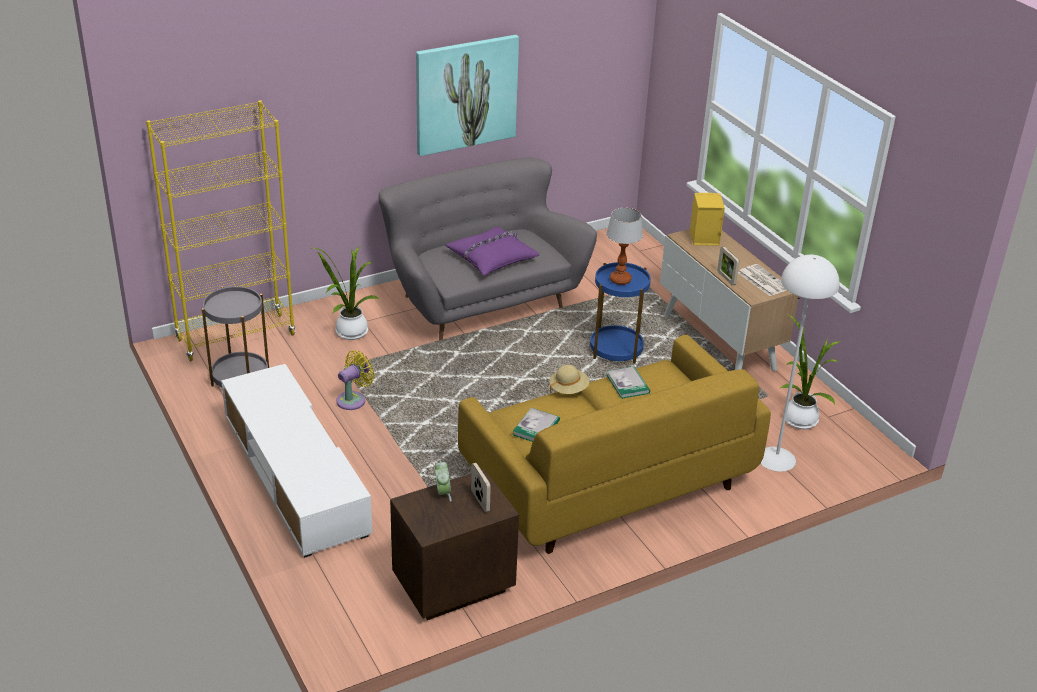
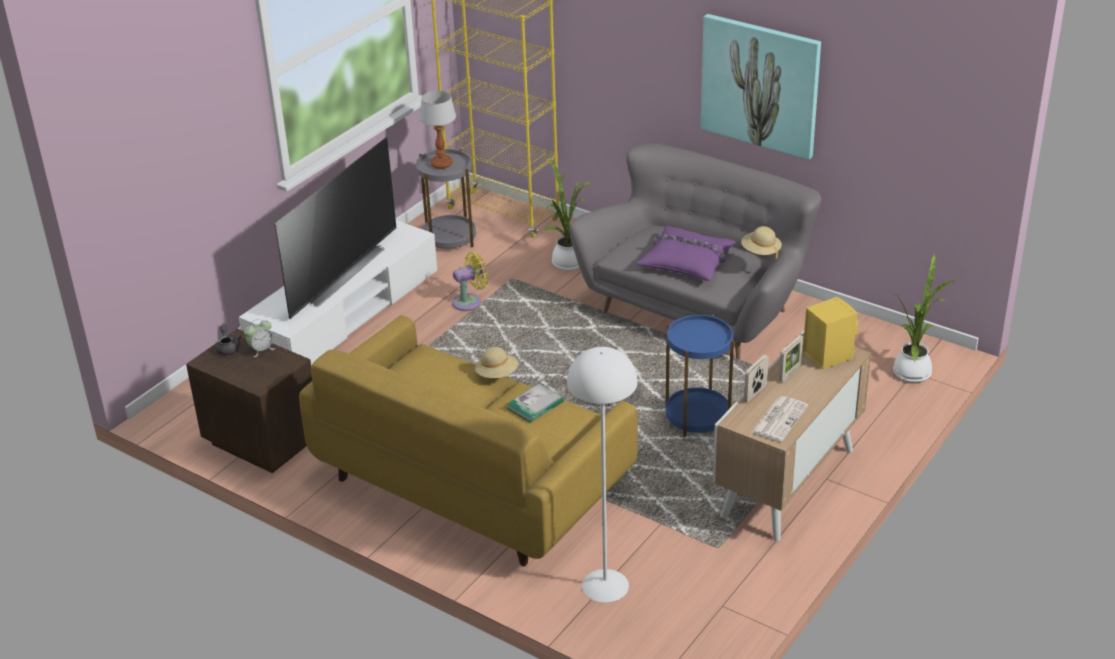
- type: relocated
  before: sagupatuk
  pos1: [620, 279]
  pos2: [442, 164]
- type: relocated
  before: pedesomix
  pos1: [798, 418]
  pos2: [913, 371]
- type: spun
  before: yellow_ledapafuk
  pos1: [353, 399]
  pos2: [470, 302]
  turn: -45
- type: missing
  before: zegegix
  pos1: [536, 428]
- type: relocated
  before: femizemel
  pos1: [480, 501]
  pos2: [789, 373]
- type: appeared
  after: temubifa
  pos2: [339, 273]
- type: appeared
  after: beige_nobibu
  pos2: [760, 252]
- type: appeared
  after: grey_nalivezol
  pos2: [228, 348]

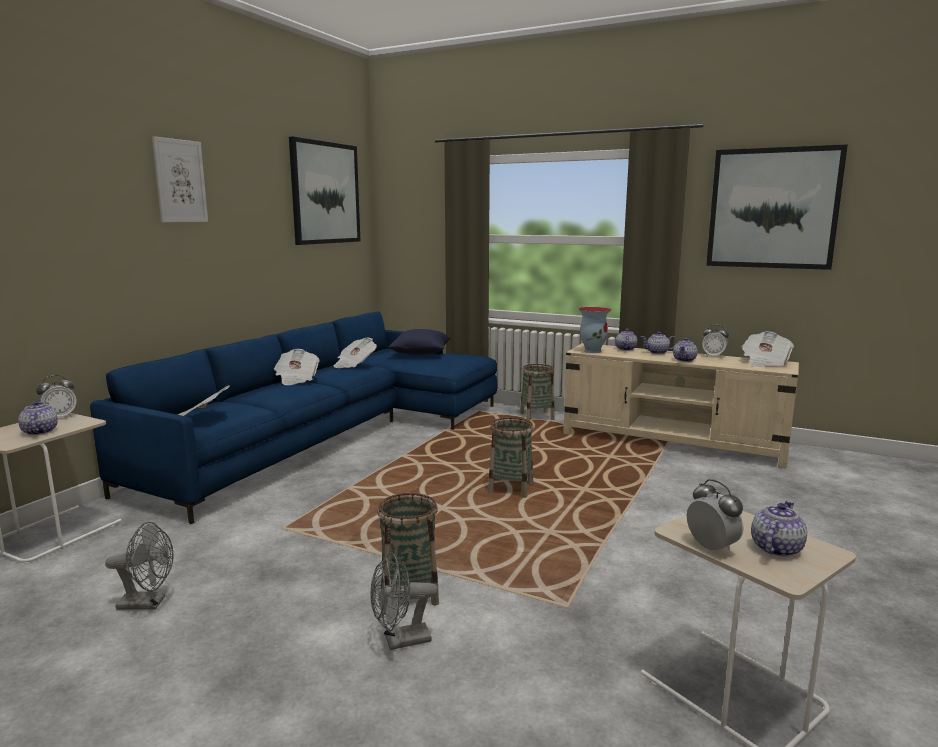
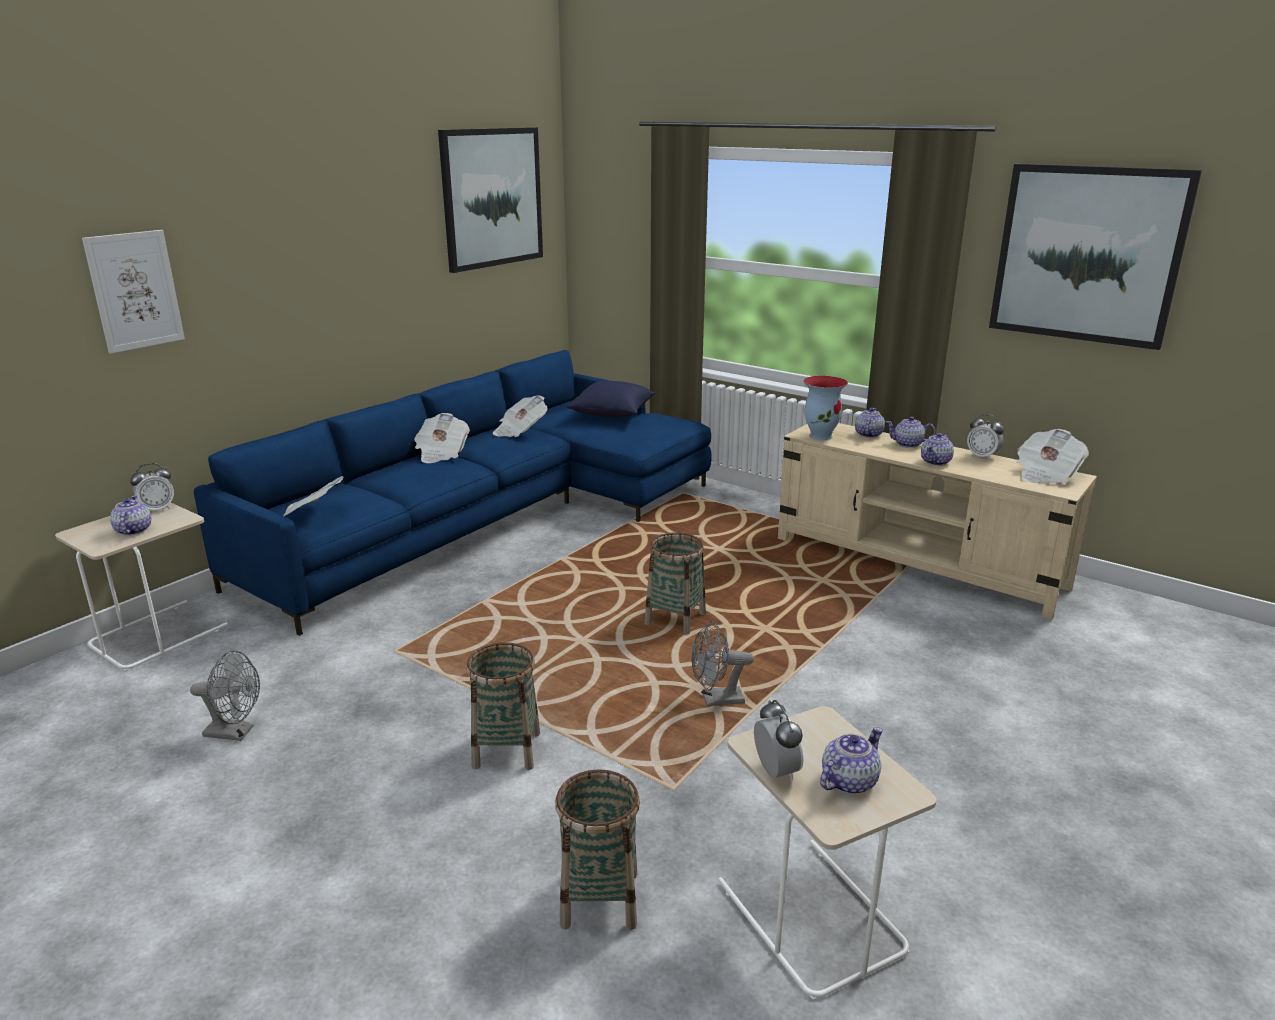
- type: relocated
  before: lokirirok
  pos1: [180, 181]
  pos2: [135, 291]
- type: relocated
  before: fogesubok
  pos1: [536, 416]
  pos2: [599, 899]
- type: relocated
  before: grey_ledapafuk
  pos1: [400, 641]
  pos2: [716, 700]

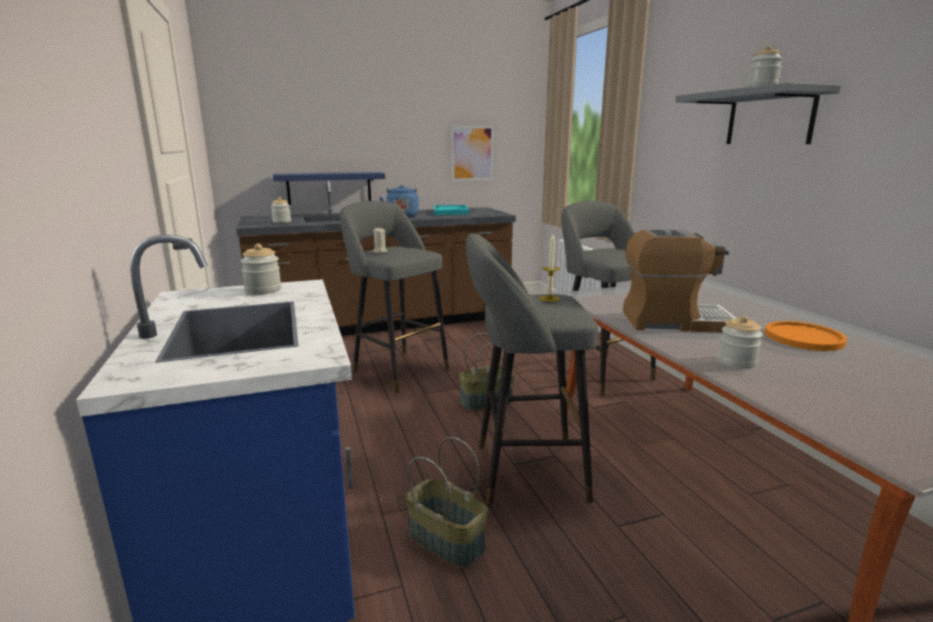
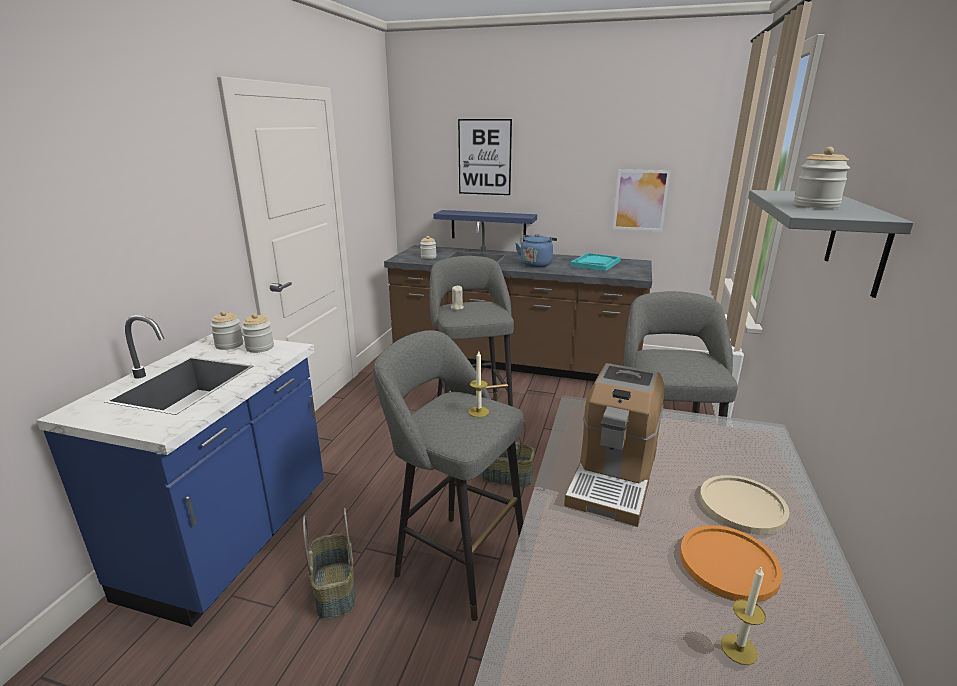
- type: spun
  before: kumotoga
  pos1: [675, 322]
  pos2: [613, 478]
  turn: 75
- type: relocated
  before: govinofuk
  pos1: [736, 362]
  pos2: [229, 345]
- type: appeared
  after: lokirirok
  pos2: [484, 157]
- type: appeared
  after: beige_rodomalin
  pos2: [742, 505]
- type: appeared
  after: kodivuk
  pos2: [738, 649]

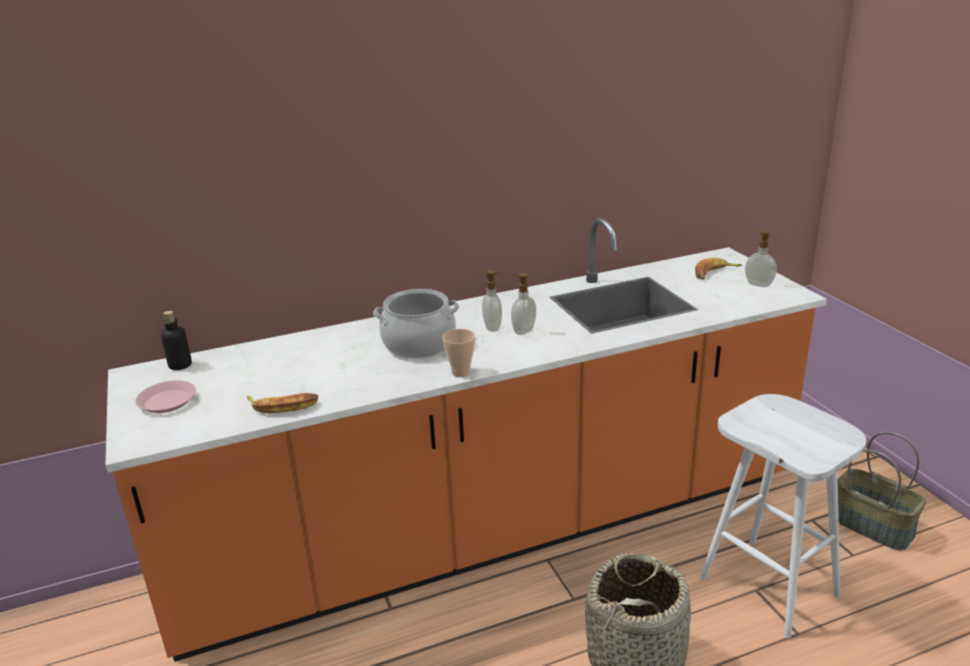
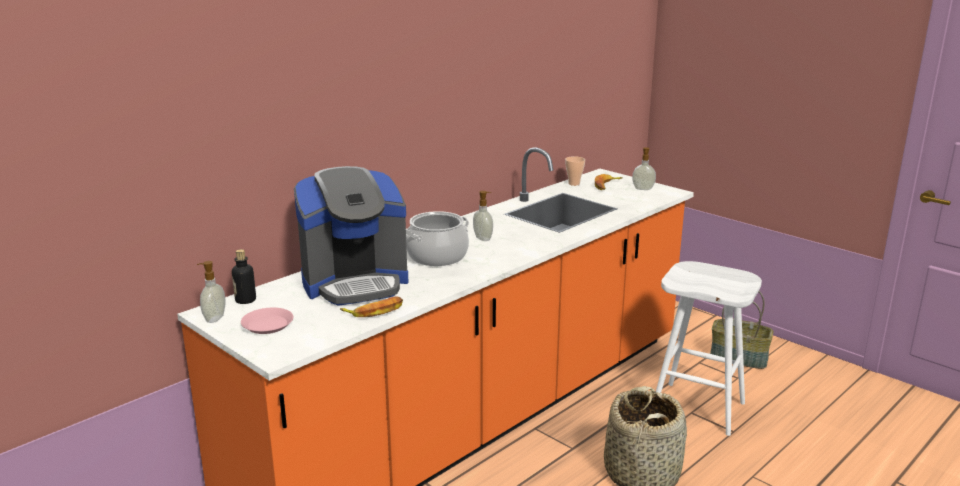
- type: relocated
  before: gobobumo
  pos1: [523, 331]
  pos2: [214, 318]
- type: relocated
  before: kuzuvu
  pos1: [460, 372]
  pos2: [574, 183]
- type: appeared
  after: kumotoga
  pos2: [355, 282]

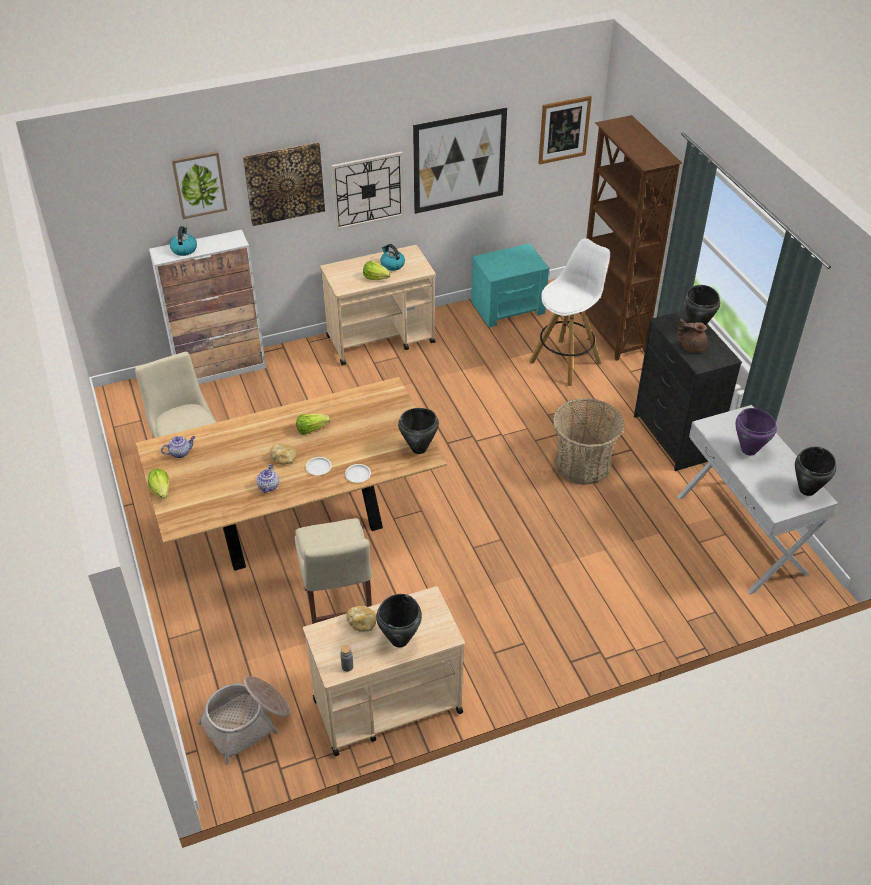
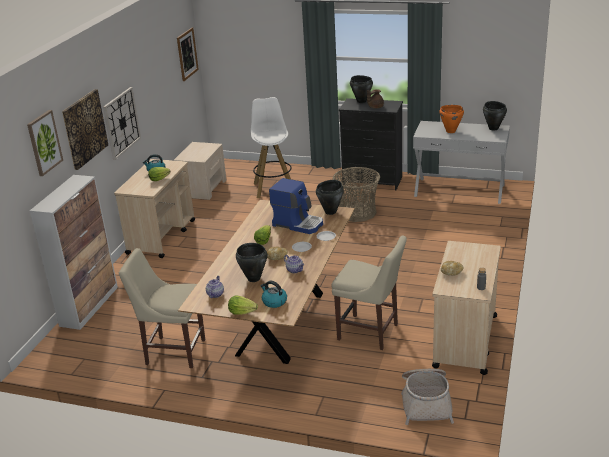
- type: missing
  before: lokirirok
  pos1: [459, 161]
- type: missing
  before: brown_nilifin
  pos1: [611, 332]
- type: relocated
  before: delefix
  pos1: [184, 249]
  pos2: [274, 302]
- type: colour
  before: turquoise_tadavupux
  after: beige_tadavupux
  pos1: [508, 307]
  pos2: [203, 188]
- type: colour
  before: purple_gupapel
  after: orange_gupapel
  pos1: [748, 449]
  pos2: [450, 131]
- type: relocated
  before: black_gupapel
  pos1: [399, 640]
  pos2: [253, 279]
- type: appeared
  after: kumotoga
  pos2: [298, 224]

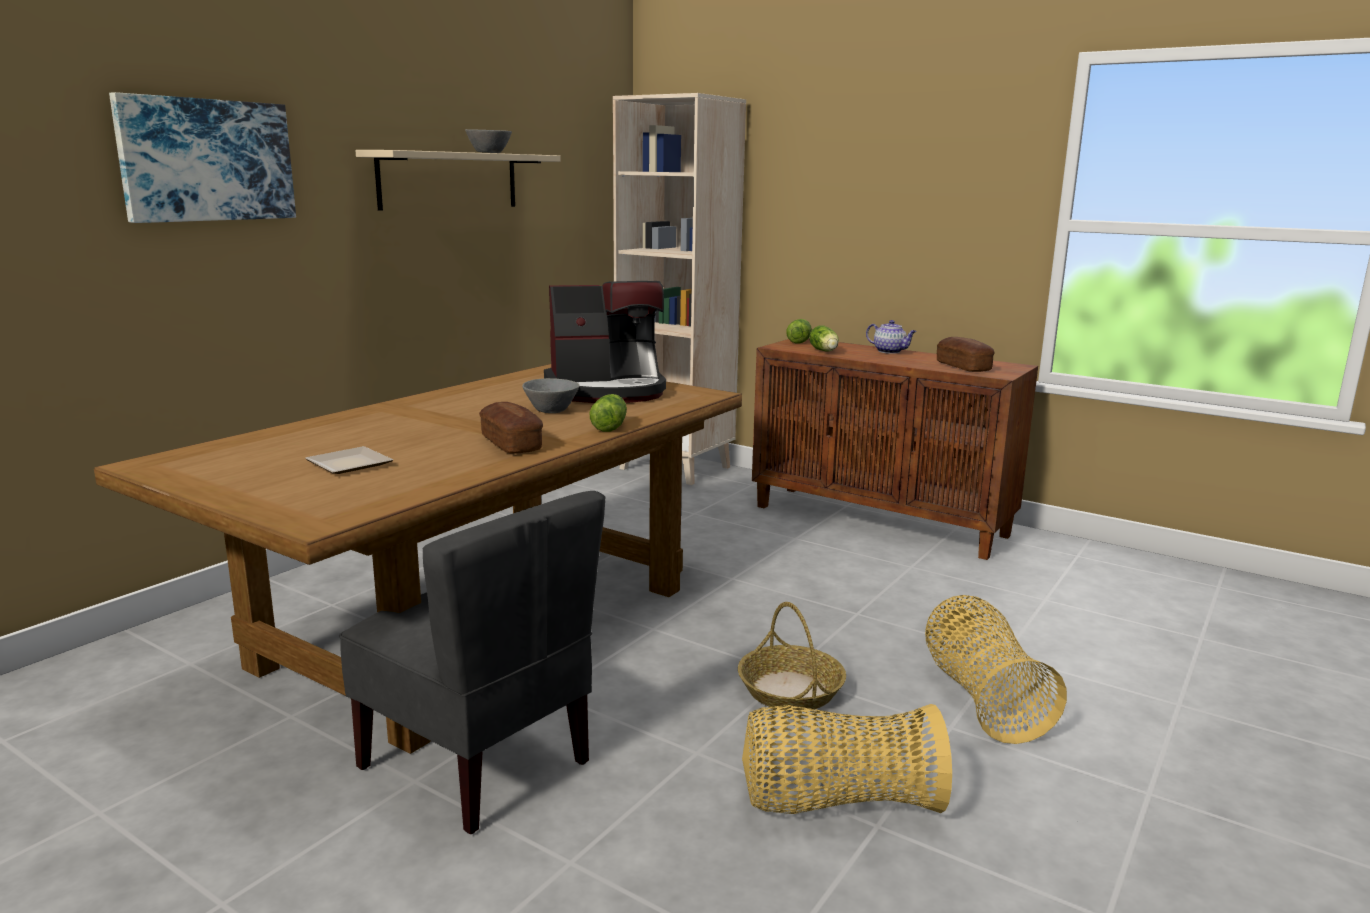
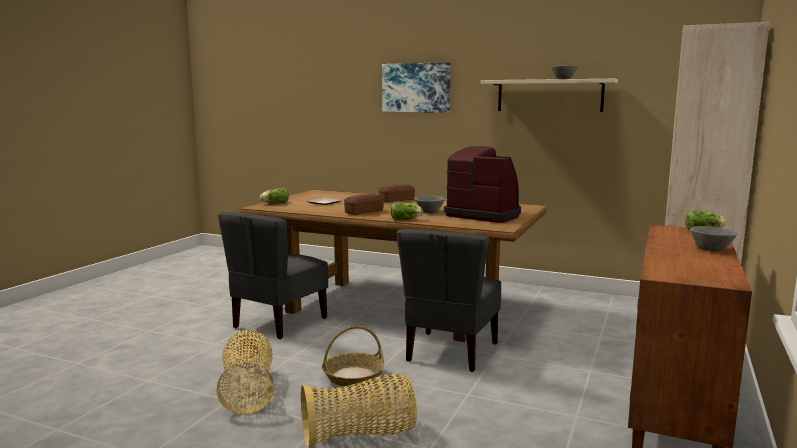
- type: spun
  before: kumotoga
  pos1: [607, 391]
  pos2: [484, 215]
  turn: 150
- type: exchanged
  before: nalivezol
  after: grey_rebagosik
  pos1: [890, 351]
  pos2: [712, 250]
- type: relocated
  before: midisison
  pos1: [824, 351]
  pos2: [274, 203]
- type: relocated
  before: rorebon
  pos1: [963, 367]
  pos2: [396, 200]
- type: appeared
  after: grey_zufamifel
  pos2: [450, 352]

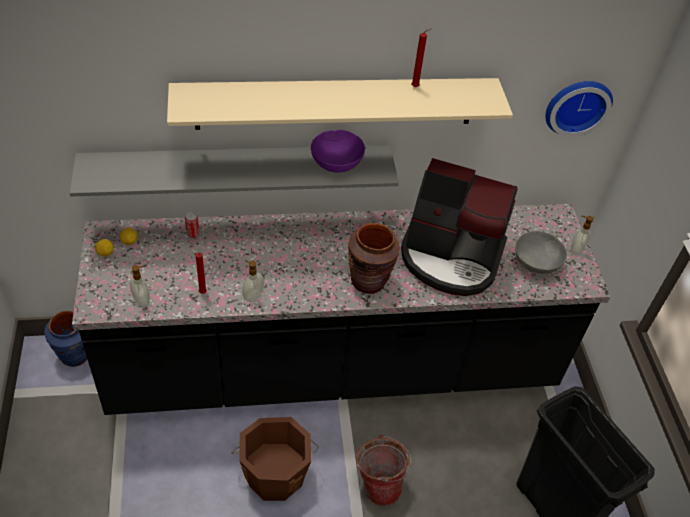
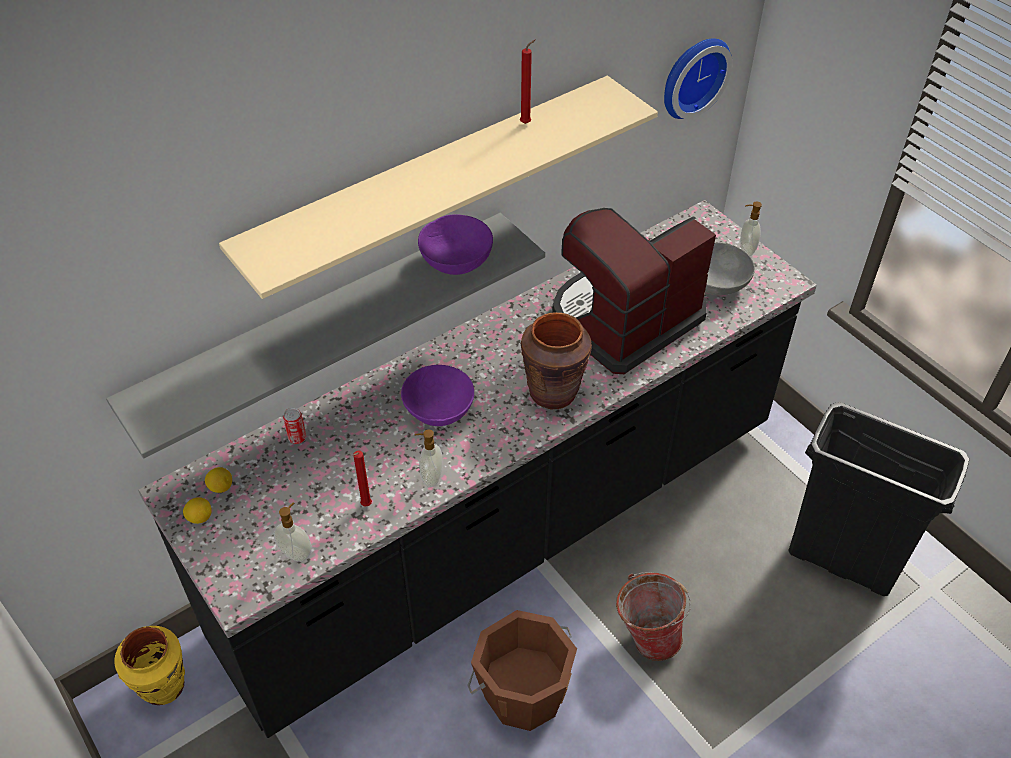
- type: spun
  before: kumotoga
  pos1: [451, 257]
  pos2: [623, 320]
  turn: 150
- type: colour
  before: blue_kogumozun
  after: yellow_kogumozun
  pos1: [75, 355]
  pos2: [163, 686]
- type: appeared
  after: purple_rebagosik
  pos2: [439, 411]

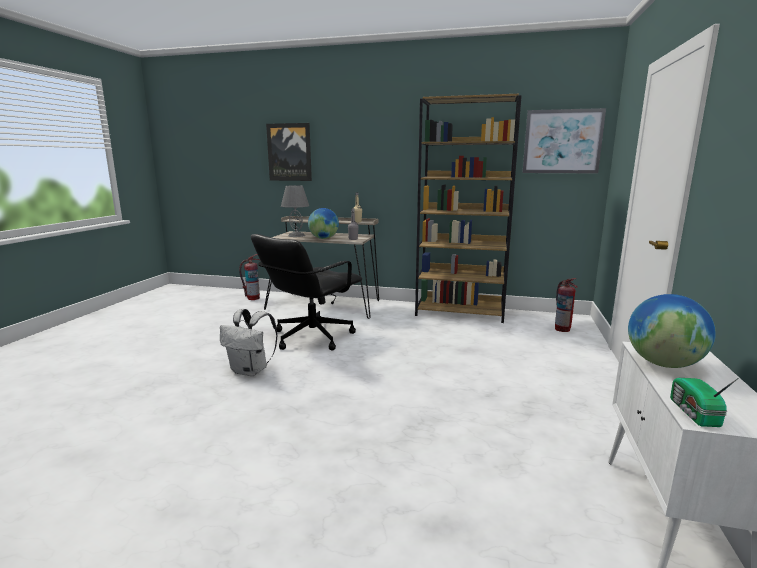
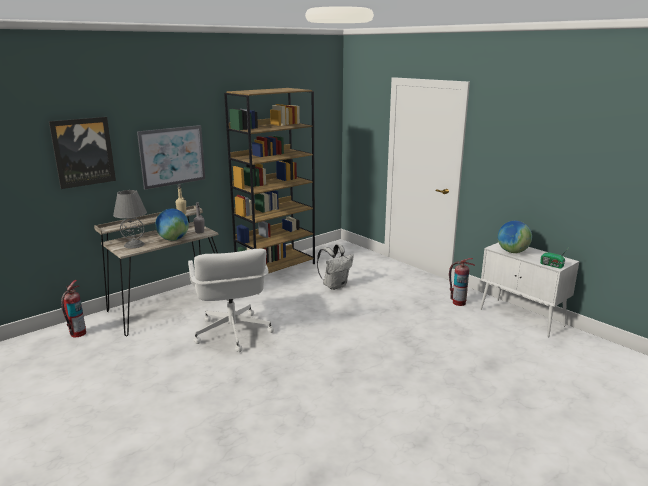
- type: relocated
  before: lokirirok
  pos1: [562, 141]
  pos2: [172, 156]
- type: colour
  before: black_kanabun
  after: white_kanabun
  pos1: [311, 337]
  pos2: [232, 333]
- type: relocated
  before: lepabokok
  pos1: [562, 329]
  pos2: [458, 302]
- type: relocated
  before: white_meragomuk
  pos1: [251, 371]
  pos2: [335, 285]

